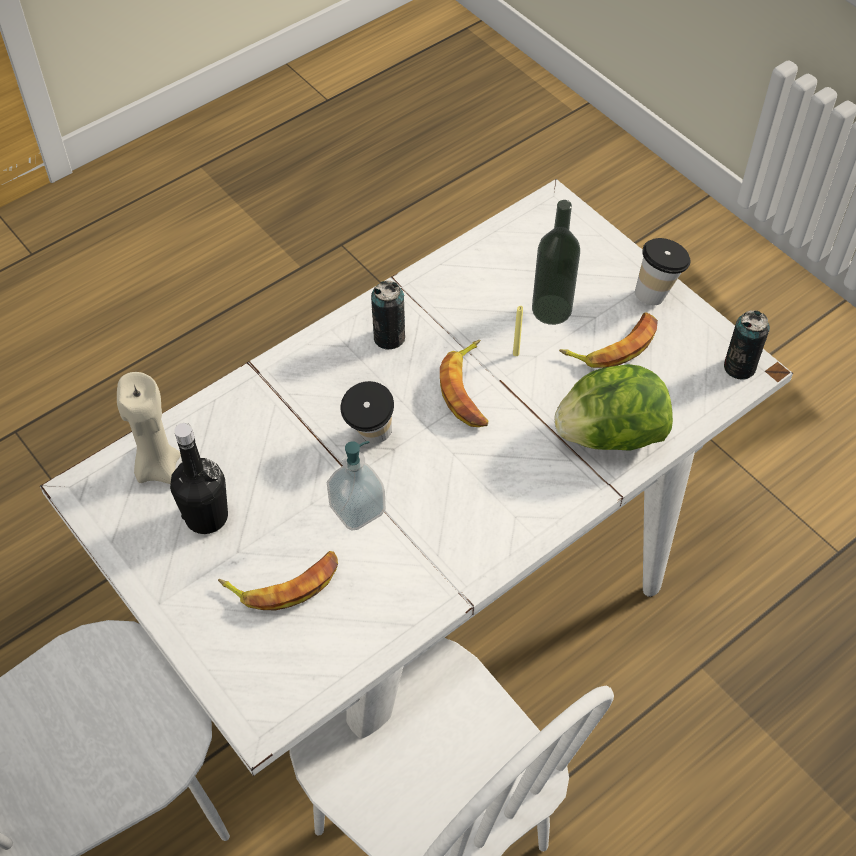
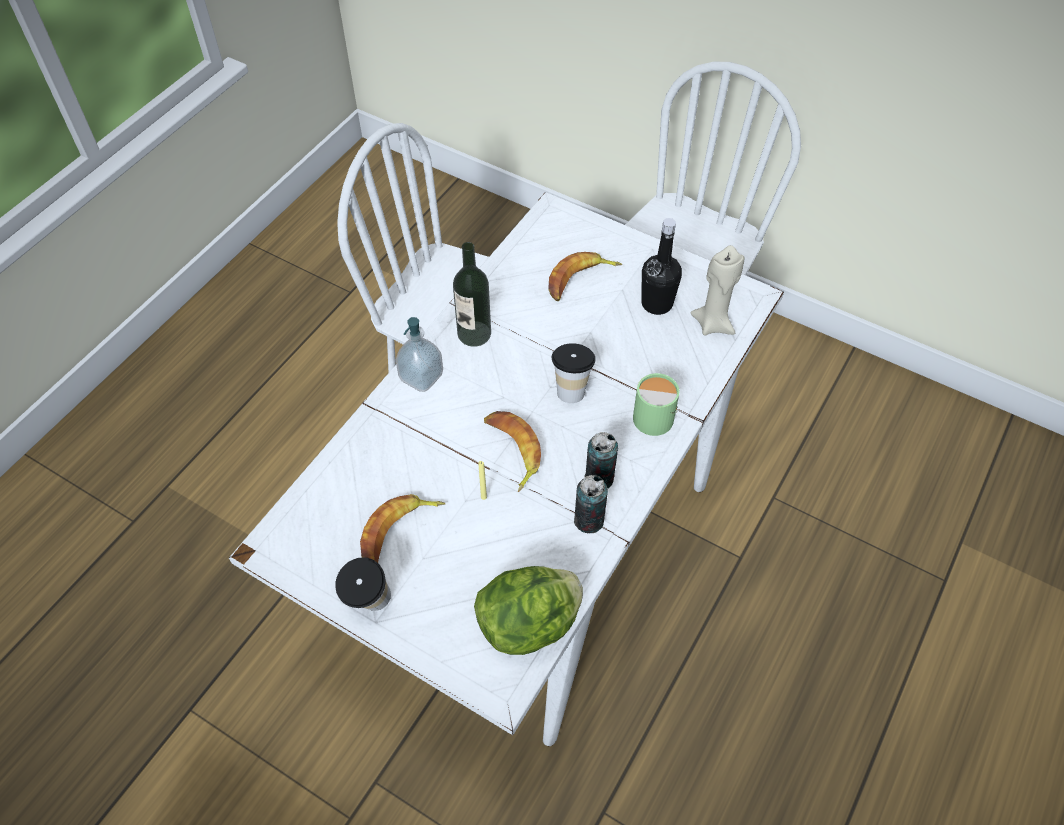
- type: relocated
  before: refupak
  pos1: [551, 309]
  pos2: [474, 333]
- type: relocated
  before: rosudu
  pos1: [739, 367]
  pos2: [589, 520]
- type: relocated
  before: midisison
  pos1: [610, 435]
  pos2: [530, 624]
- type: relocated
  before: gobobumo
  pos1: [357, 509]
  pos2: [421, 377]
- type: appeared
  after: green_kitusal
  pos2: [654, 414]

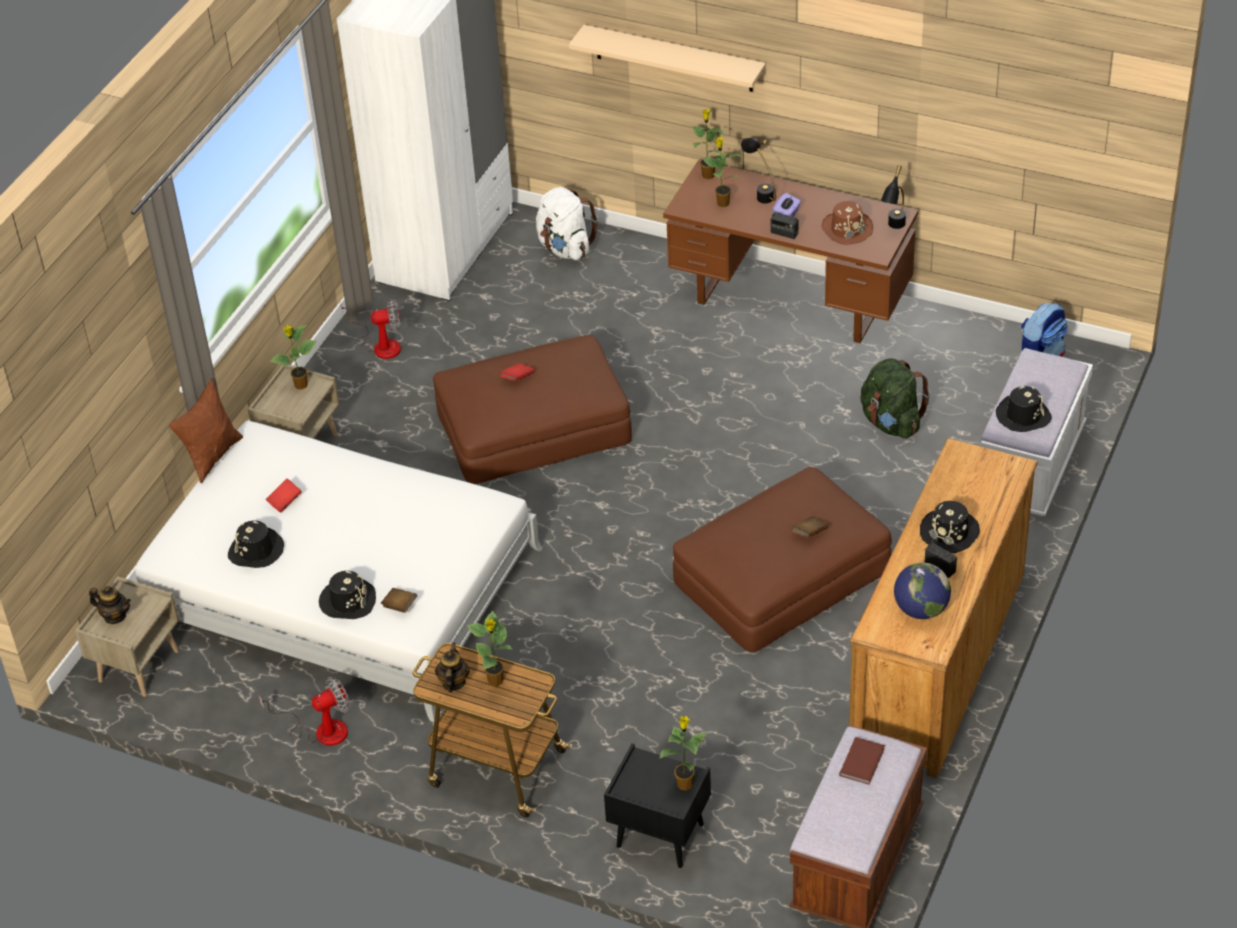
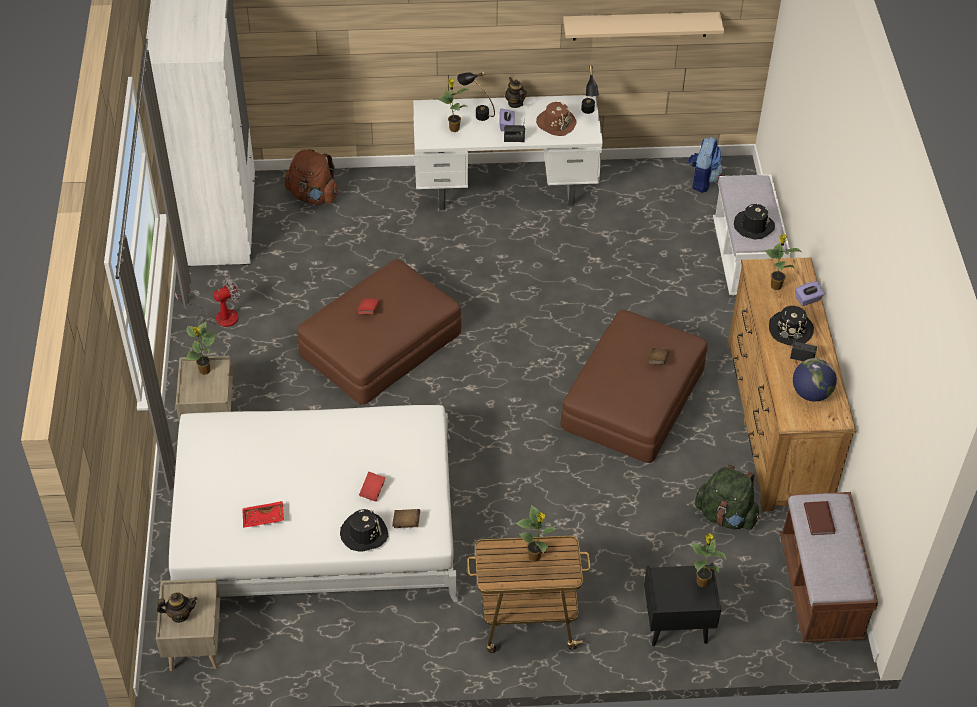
- type: relocated
  before: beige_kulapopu
  pos1: [674, 58]
  pos2: [640, 26]
- type: relocated
  before: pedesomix
  pos1: [708, 174]
  pos2: [775, 285]
- type: colour
  before: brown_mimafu
  after: white_mimafu
  pos1: [790, 302]
  pos2: [505, 189]
- type: colour
  before: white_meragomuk
  after: brown_meragomuk
  pos1: [565, 248]
  pos2: [313, 196]
- type: relocated
  before: green_meragomuk
  pos1: [891, 423]
  pos2: [725, 515]
- type: missing
  before: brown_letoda
  pos1: [212, 456]
- type: relocated
  before: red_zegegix
  pos1: [285, 501]
  pos2: [372, 491]
- type: exchanged
  before: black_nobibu
  after: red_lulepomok
  pos1: [256, 550]
  pos2: [263, 518]
- type: relocated
  before: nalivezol
  pos1: [453, 682]
  pos2: [515, 103]
- type: missing
  before: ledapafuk
  pos1: [320, 730]
- type: appeared
  after: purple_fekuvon
  pos2: [808, 299]

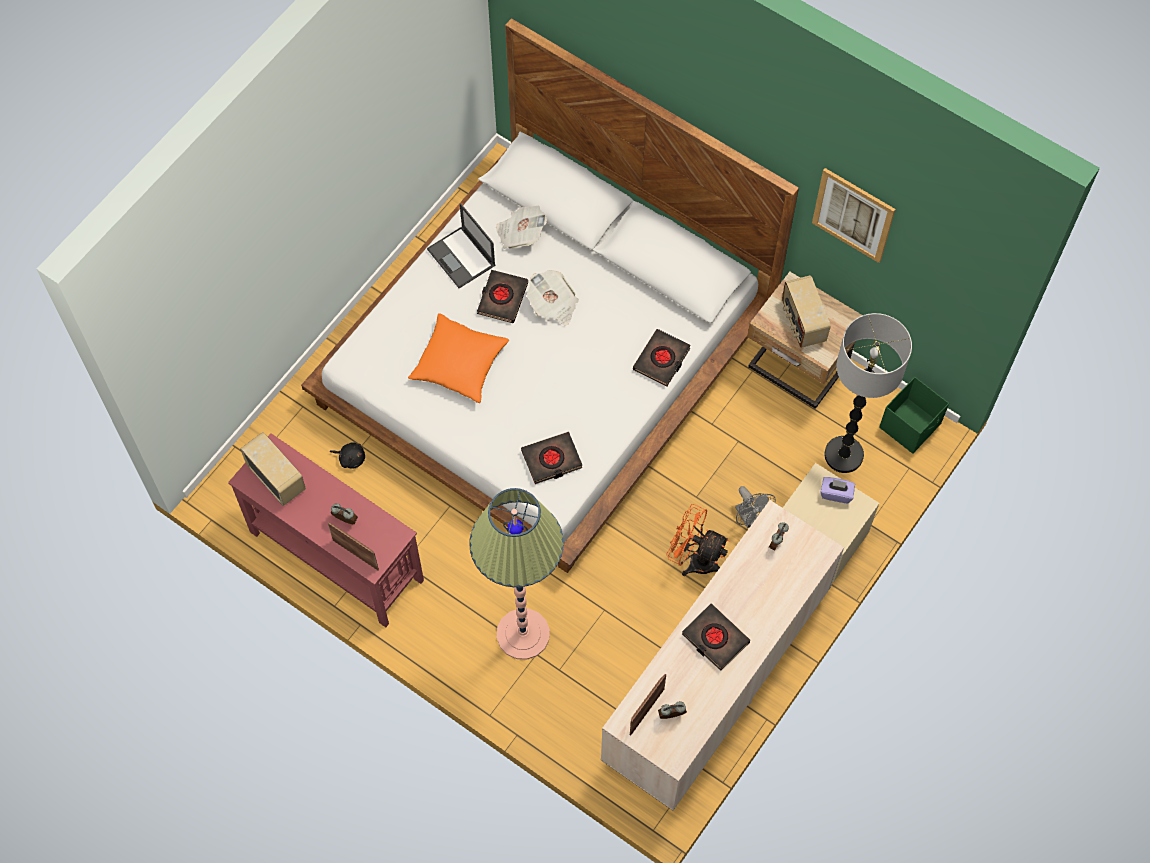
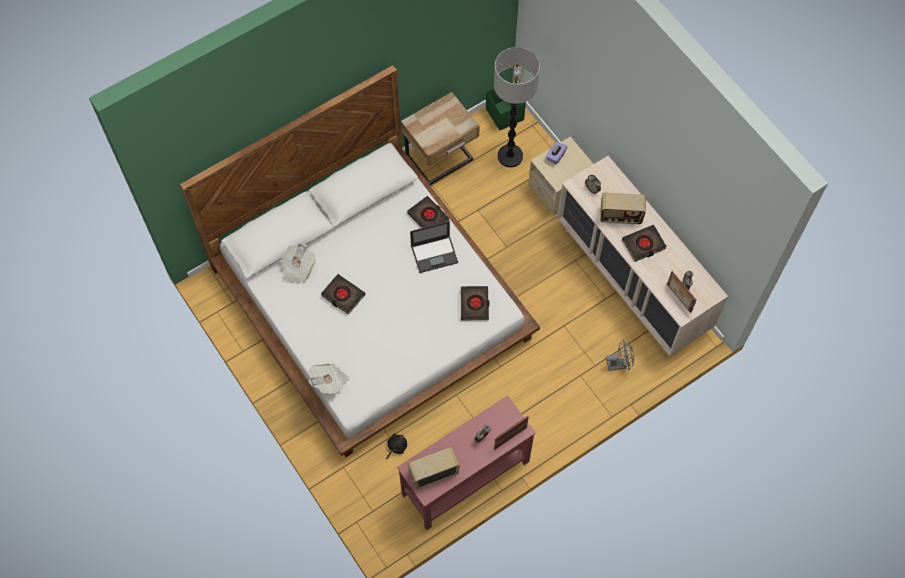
- type: missing
  before: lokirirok
  pos1: [853, 215]
- type: relocated
  before: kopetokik
  pos1: [462, 258]
  pos2: [435, 254]
- type: relocated
  before: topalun
  pos1: [553, 305]
  pos2: [329, 382]
- type: relocated
  before: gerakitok
  pos1: [802, 322]
  pos2: [620, 216]
- type: missing
  before: orange_letoda
  pos1: [459, 364]
- type: relocated
  before: grey_ledapafuk
  pos1: [750, 518]
  pos2: [619, 364]
- type: missing
  before: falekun
  pos1: [523, 634]
- type: missing
  before: orange_ledapafuk
  pos1: [695, 559]

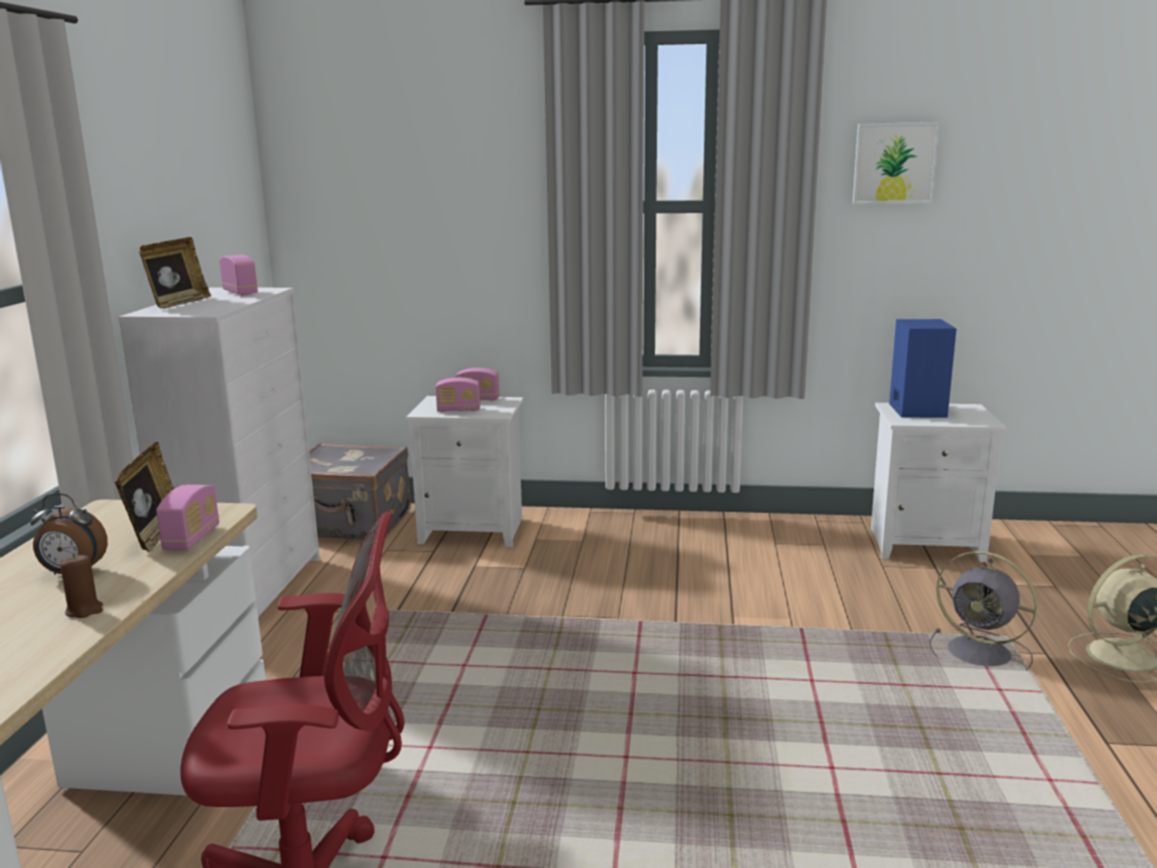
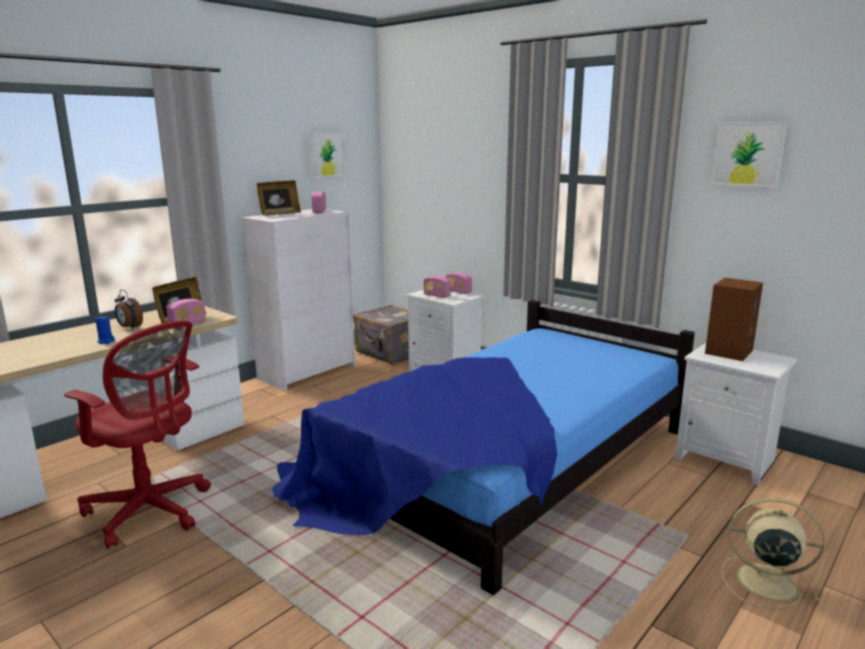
- type: colour
  before: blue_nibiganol
  after: brown_nibiganol
  pos1: [915, 410]
  pos2: [728, 351]
- type: missing
  before: grey_ledapafuk
  pos1: [982, 653]
- type: colour
  before: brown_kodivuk
  after: blue_kodivuk
  pos1: [84, 610]
  pos2: [106, 341]
- type: appeared
  after: lokirirok
  pos2: [326, 154]
- type: appeared
  after: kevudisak
  pos2: [497, 464]

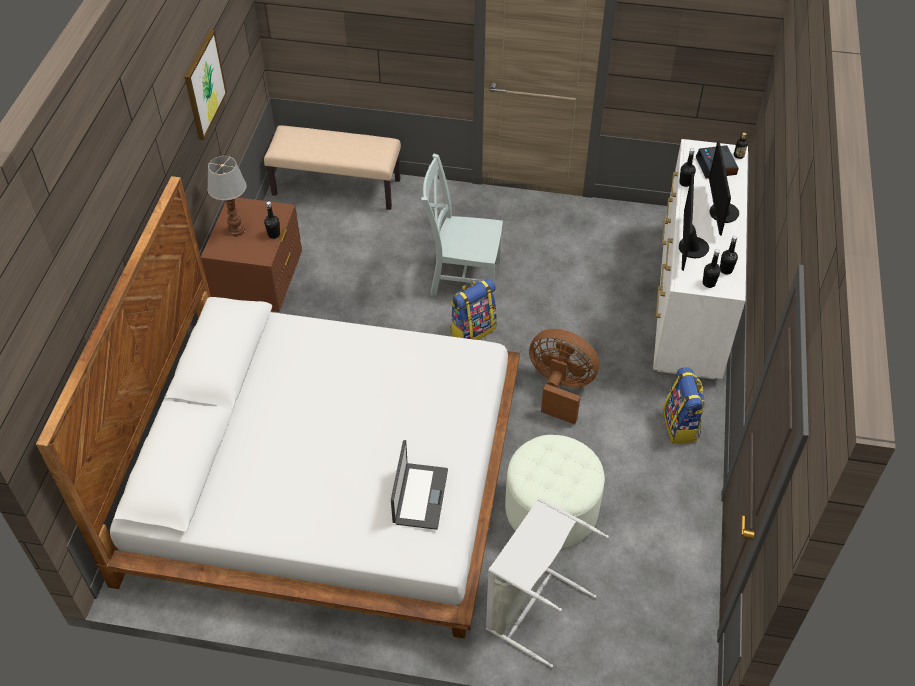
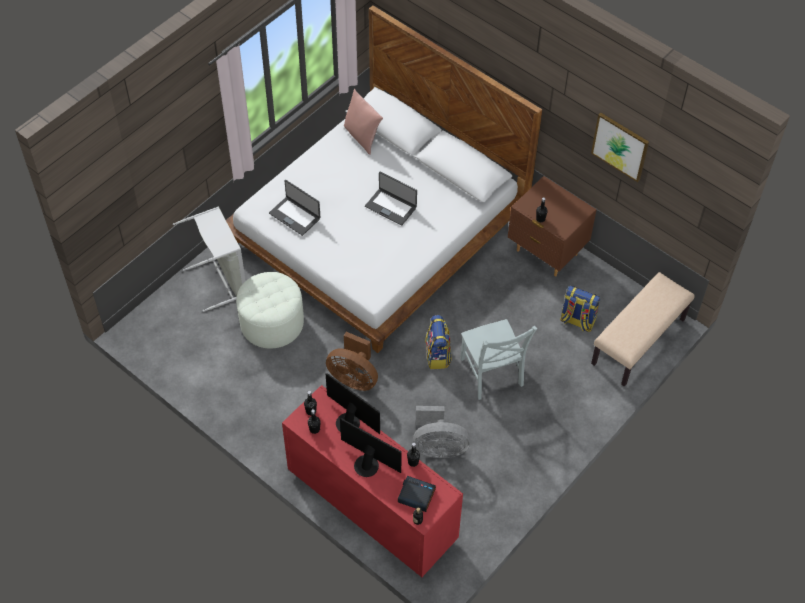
- type: colour
  before: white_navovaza
  after: red_navovaza
  pos1: [689, 302]
  pos2: [371, 505]
- type: spun
  before: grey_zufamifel
  pos1: [462, 277]
  pos2: [492, 374]
  turn: 120
- type: missing
  before: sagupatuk
  pos1: [235, 230]
- type: spun
  before: brown_ledapafuk
  pos1: [560, 388]
  pos2: [353, 377]
  turn: 60
- type: relocated
  before: meragomuk
  pos1: [681, 425]
  pos2: [577, 321]
- type: appeared
  after: pink_letoda
  pos2: [362, 137]
- type: appeared
  after: kopetokik
  pos2: [391, 206]
- type: appeared
  after: grey_ledapafuk
  pos2: [438, 447]

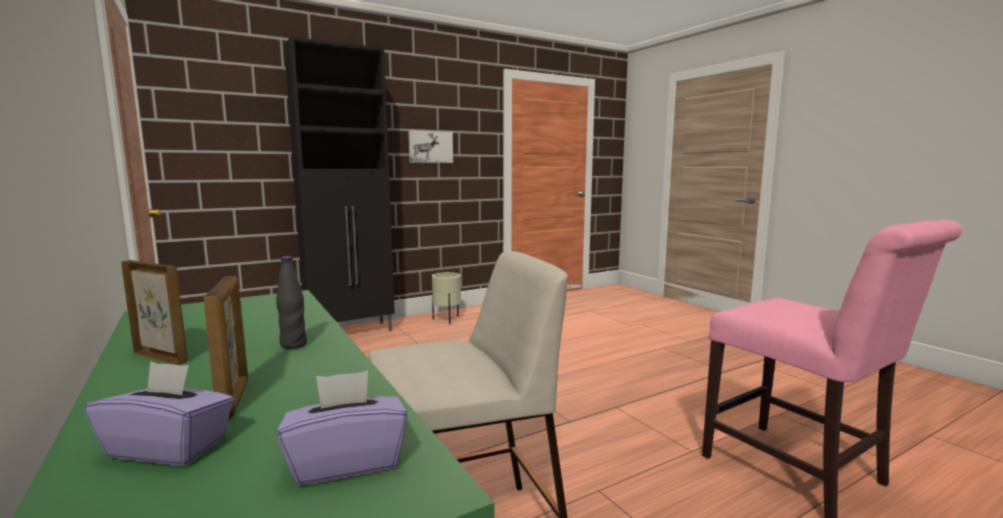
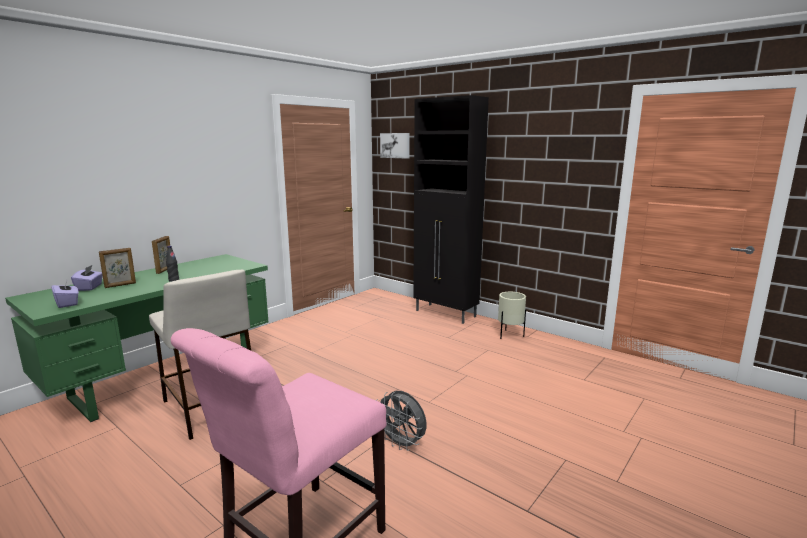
- type: relocated
  before: lokirirok
  pos1: [430, 147]
  pos2: [395, 145]
- type: appeared
  after: grey_ledapafuk
  pos2: [402, 444]

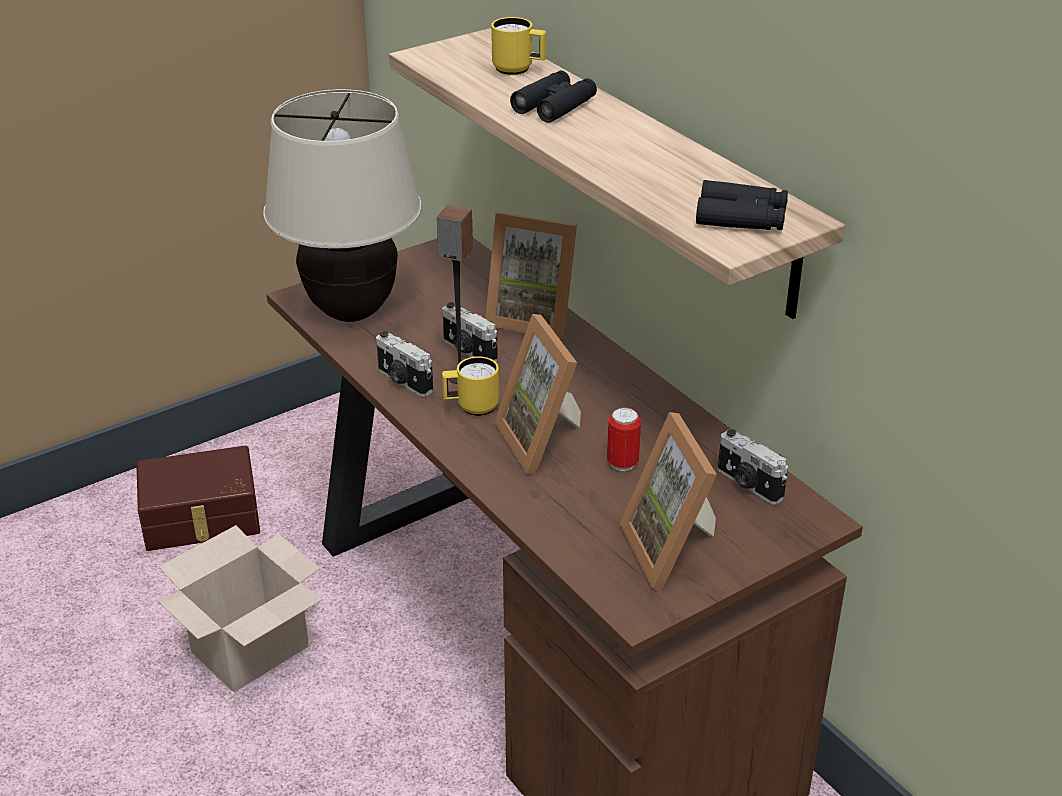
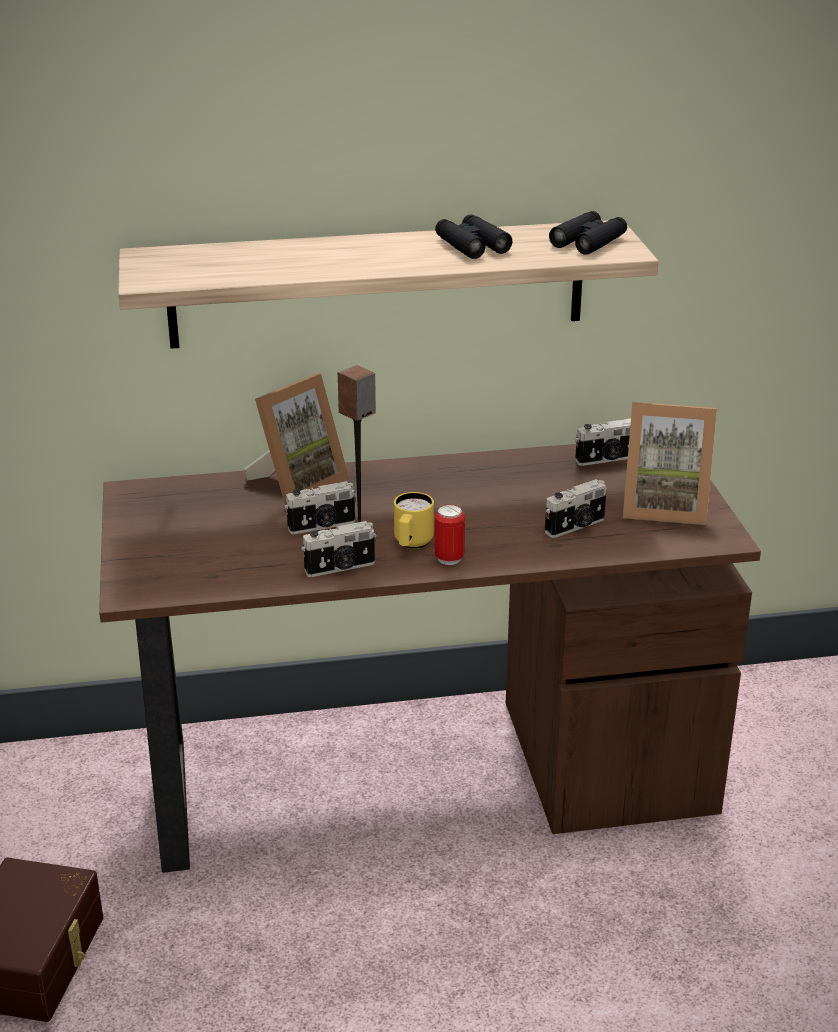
- type: missing
  before: yellow_kitusal
  pos1: [519, 70]
- type: relocated
  before: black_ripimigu
  pos1: [554, 106]
  pos2: [472, 245]
- type: missing
  before: beige_sagupatuk
  pos1: [352, 312]
- type: missing
  before: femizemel
  pos1: [545, 441]
- type: relocated
  before: rosudu
  pos1: [622, 463]
  pos2: [449, 558]
- type: missing
  before: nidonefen
  pos1: [249, 651]
- type: appeared
  after: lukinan
  pos2: [576, 527]

